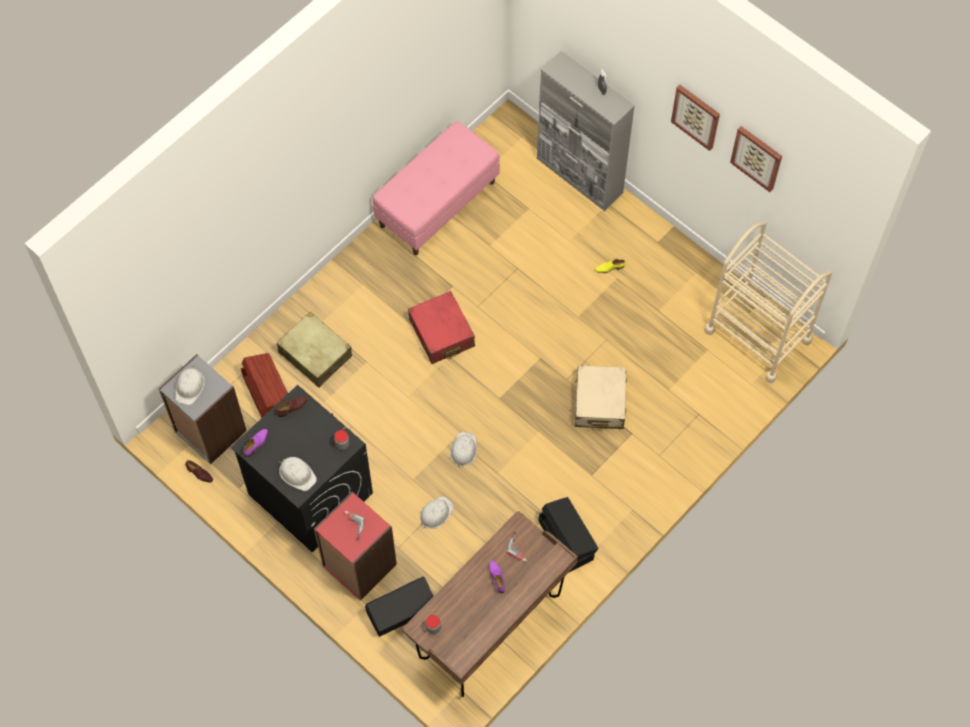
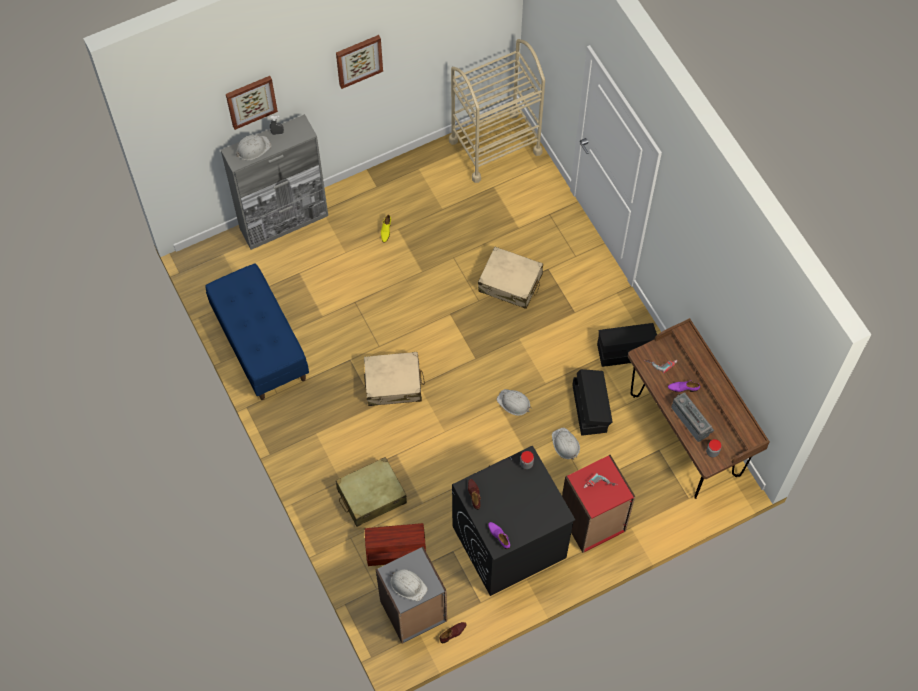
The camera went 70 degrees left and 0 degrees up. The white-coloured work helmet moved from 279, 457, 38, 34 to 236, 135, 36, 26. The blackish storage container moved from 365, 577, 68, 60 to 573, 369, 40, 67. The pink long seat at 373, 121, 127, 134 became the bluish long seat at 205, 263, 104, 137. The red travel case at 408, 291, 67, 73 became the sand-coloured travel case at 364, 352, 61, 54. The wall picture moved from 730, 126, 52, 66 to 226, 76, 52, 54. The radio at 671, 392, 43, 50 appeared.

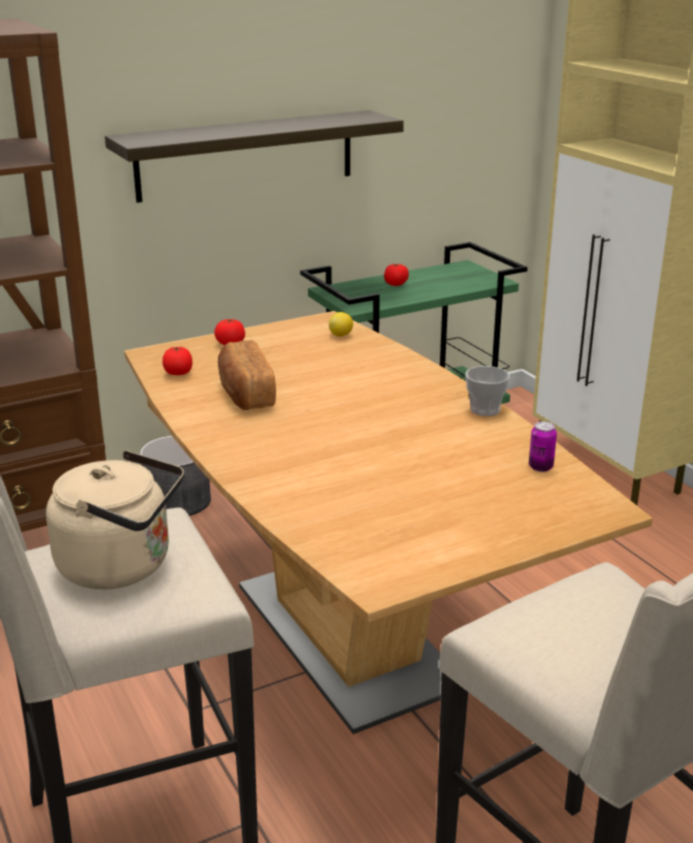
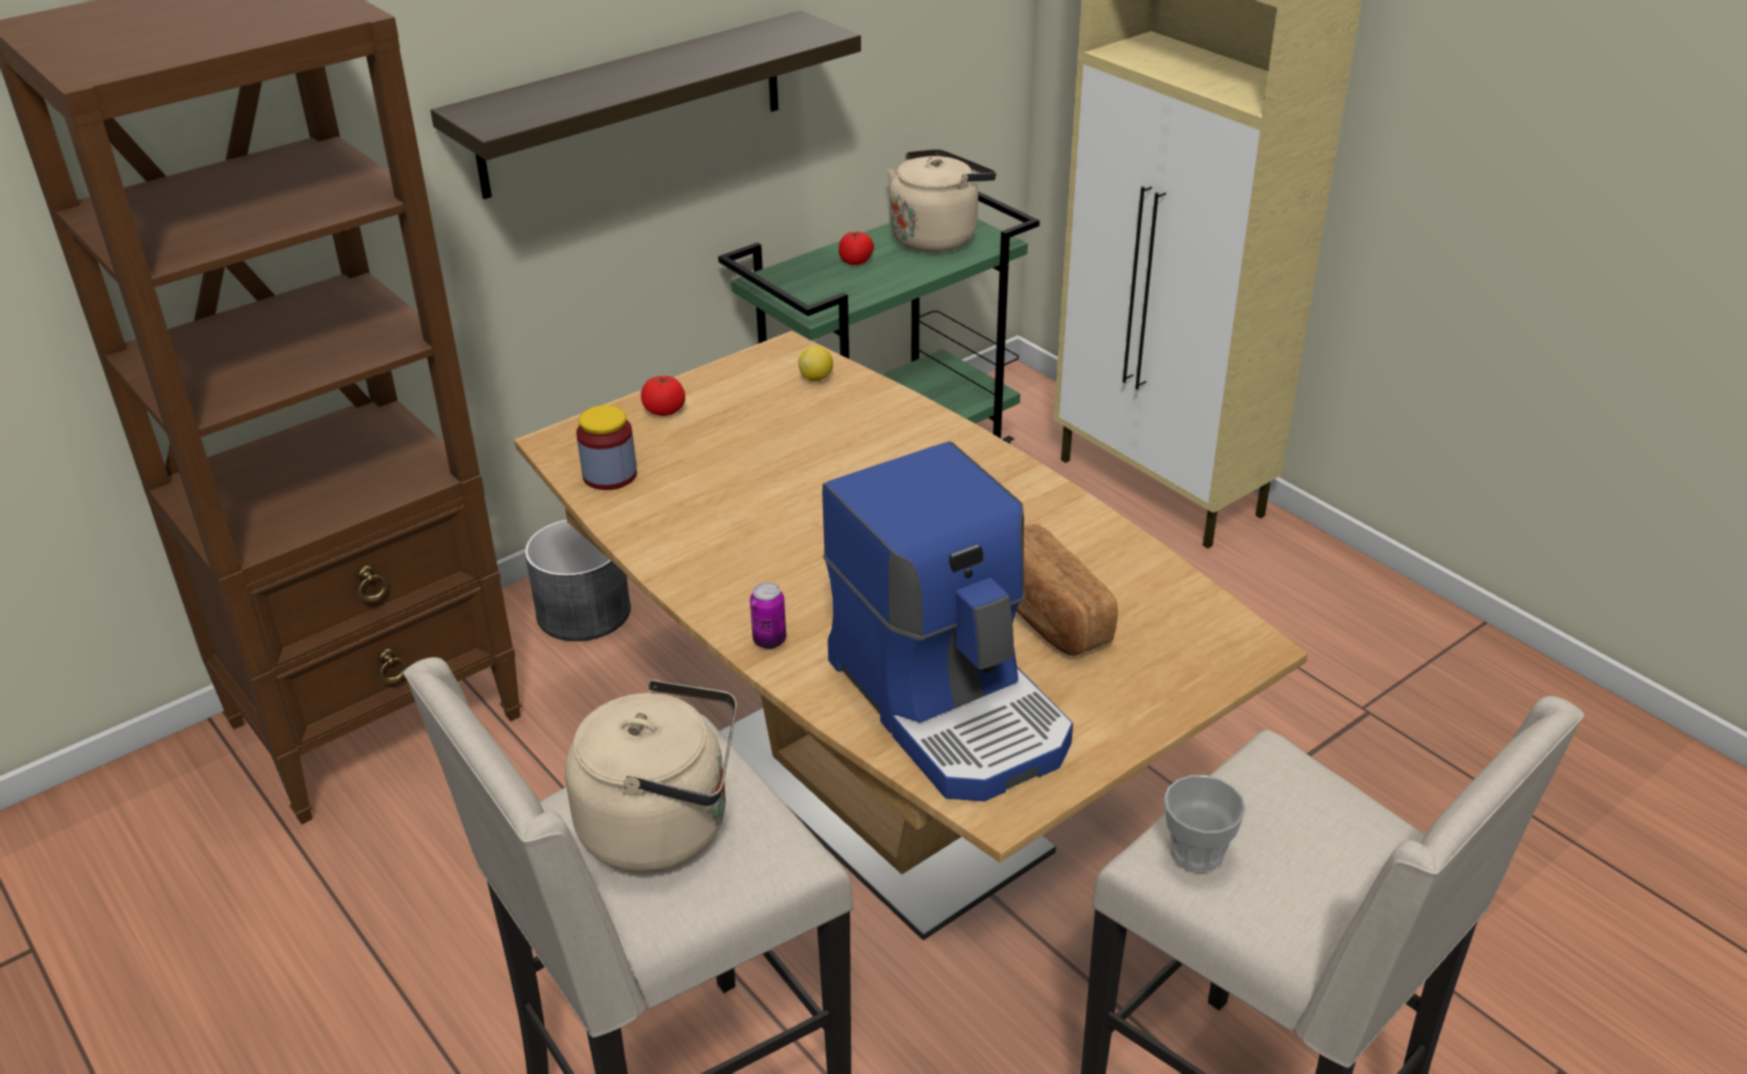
The camera went 10 degrees left and 10 degrees up. The fresh tomato at 162, 346, 30, 29 was replaced by the preserve jar at 576, 405, 61, 85. The baked bread moved from 218, 340, 58, 70 to 1016, 524, 102, 132. The cup moved from 465, 366, 45, 50 to 1164, 775, 82, 97. The metal can moved from 529, 421, 28, 51 to 750, 582, 36, 67. The coffee machine at 822, 442, 251, 360 appeared. The sand-coloured tea kettle at 887, 149, 109, 103 appeared.

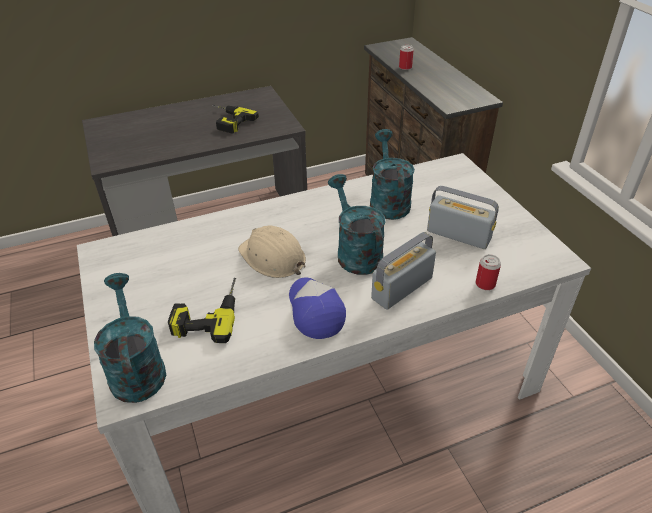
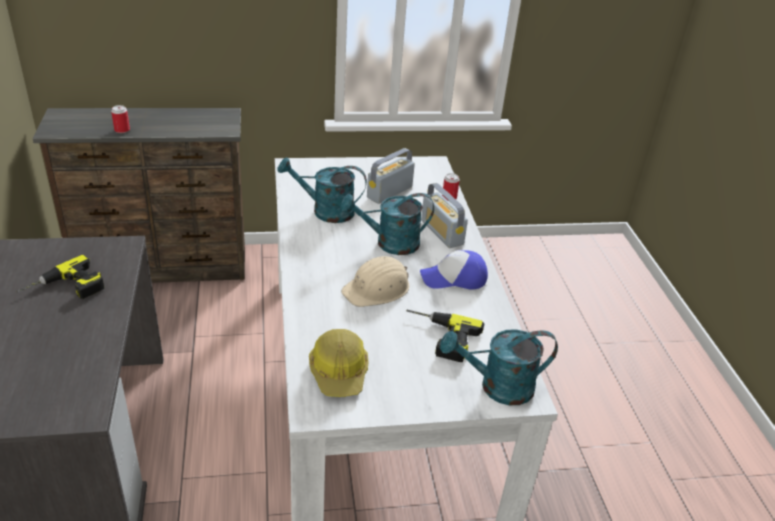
The camera went 80 degrees left and 5 degrees down. The work helmet at 309, 329, 59, 68 appeared.

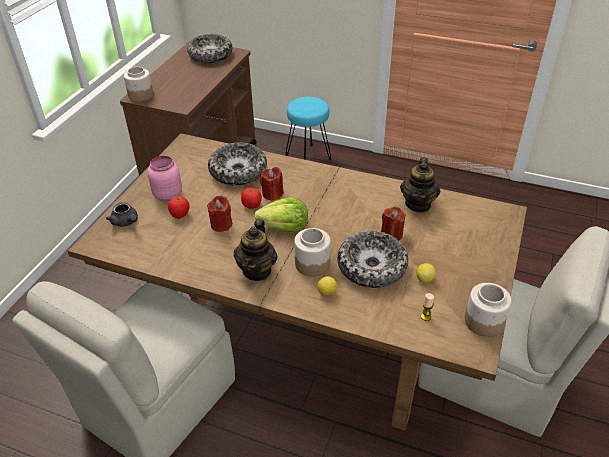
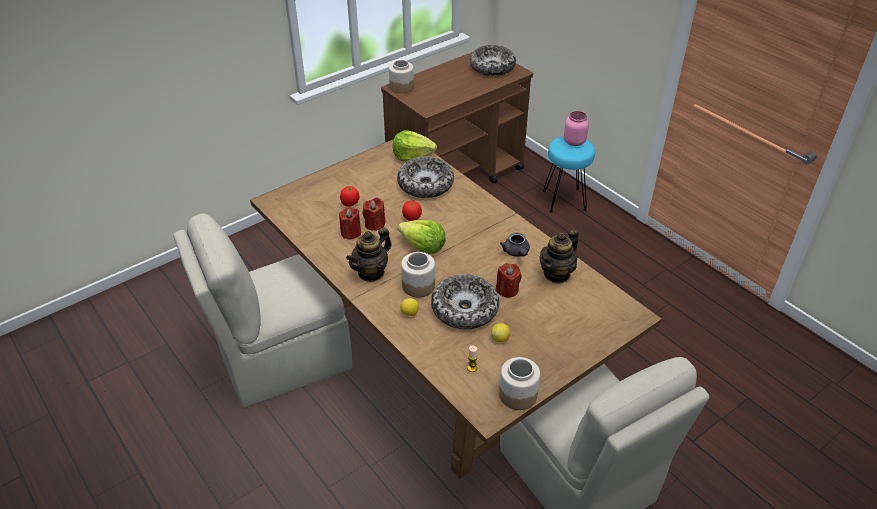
The camera went 30 degrees right and 0 degrees up. The grey pot for tea moved from 106, 202, 32, 25 to 500, 233, 30, 24. The pink preserve jar moved from 147, 156, 35, 45 to 564, 111, 25, 35. The red wax light moved from 260, 167, 24, 34 to 339, 207, 22, 32. The lettuce head at 393, 130, 44, 32 appeared.

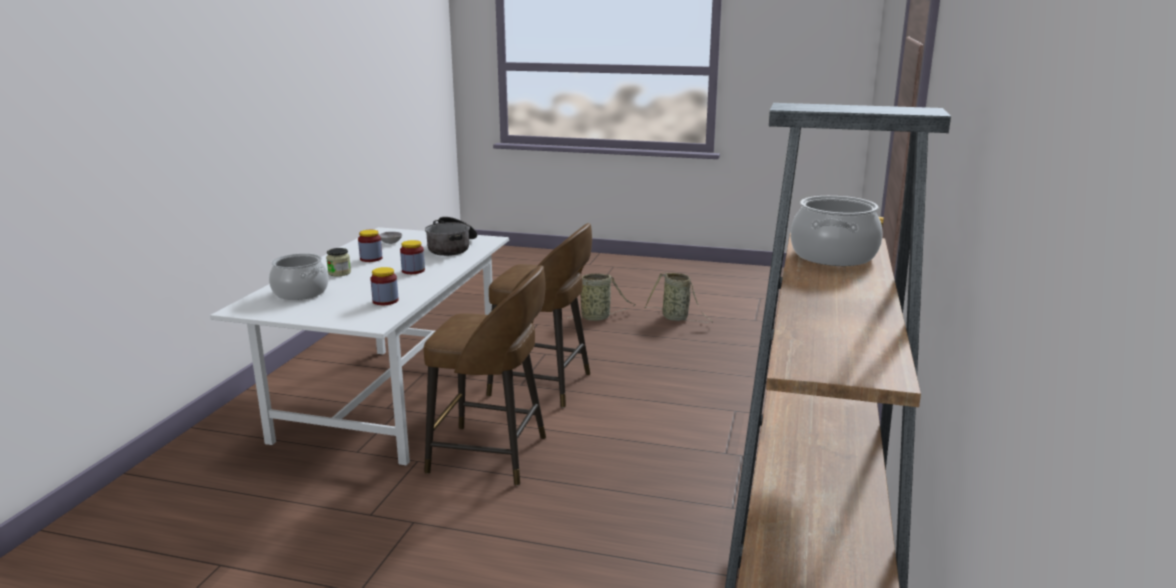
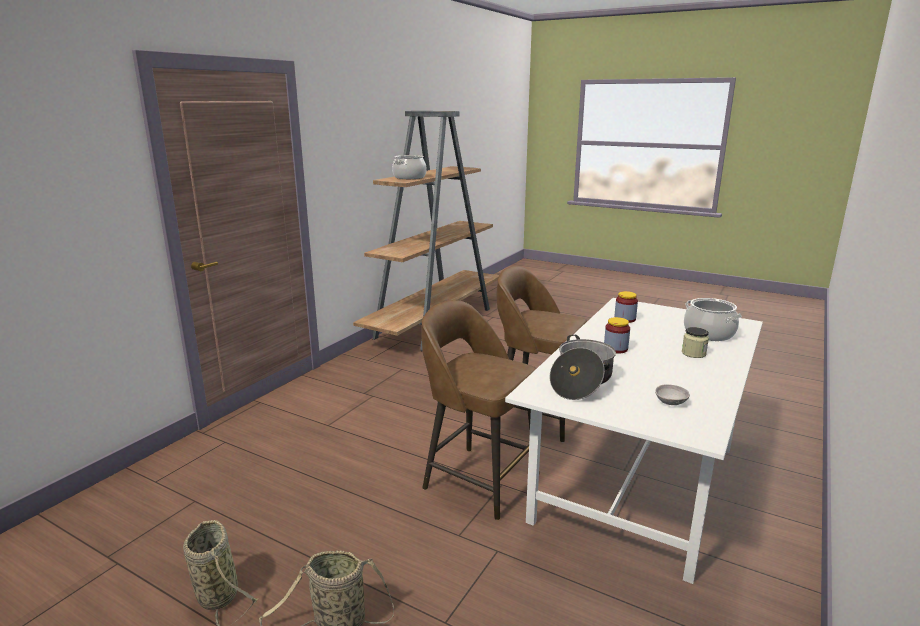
The camera went 165 degrees left and 0 degrees up. The preserve jar at 358, 230, 24, 32 disappeared.

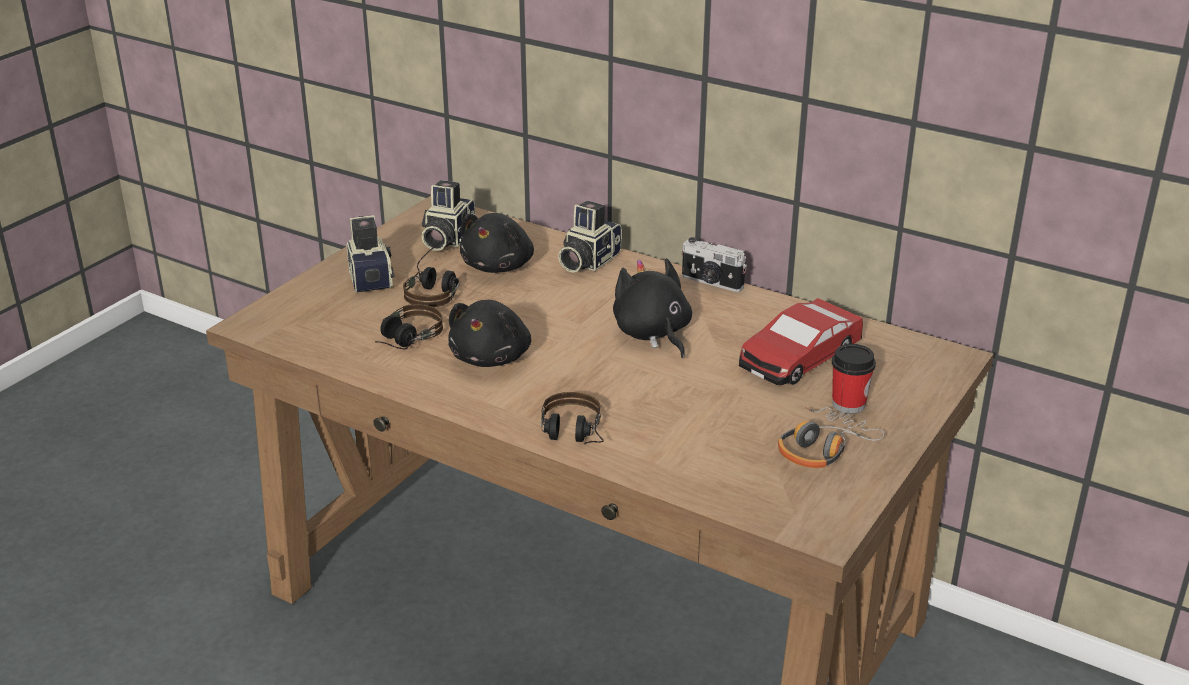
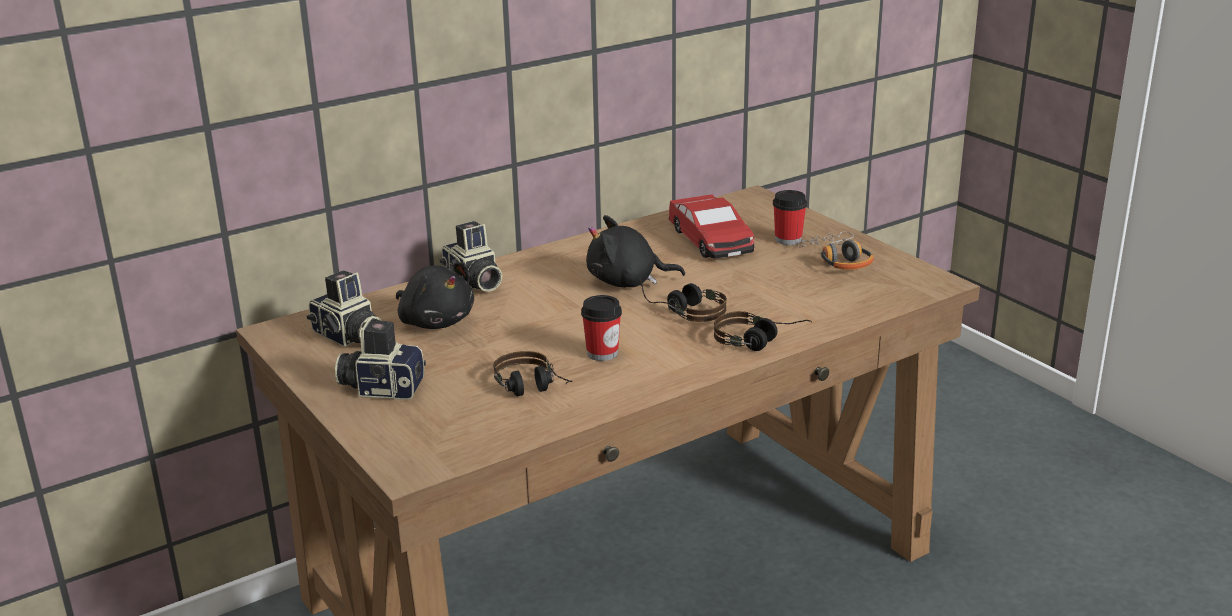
The camera went 65 degrees left and 5 degrees down. The headset moved from 403, 245, 57, 62 to 639, 278, 88, 44. The blackish cuddly toy at 448, 300, 83, 67 was replaced by the cup at 581, 295, 41, 66. The photo camera at 682, 237, 65, 55 disappeared.

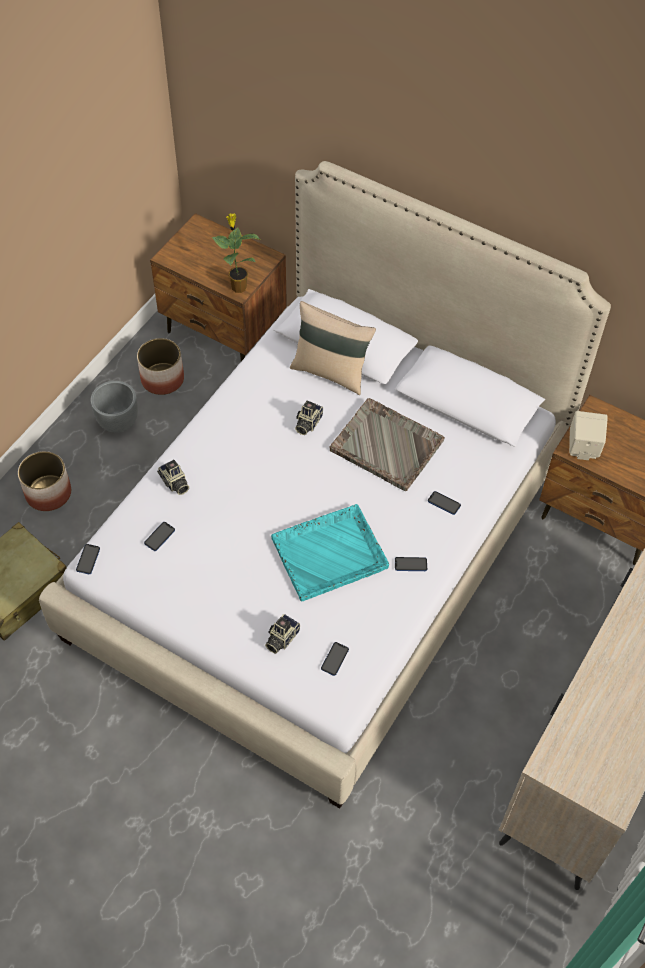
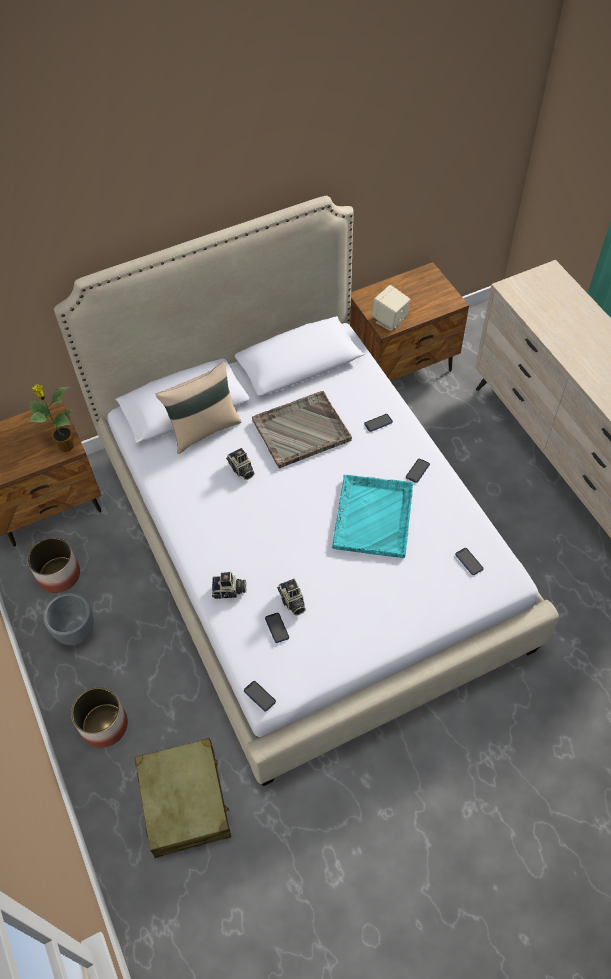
The camera went 55 degrees left and 0 degrees up. The photo camera moved from 265, 614, 35, 40 to 277, 578, 29, 37.

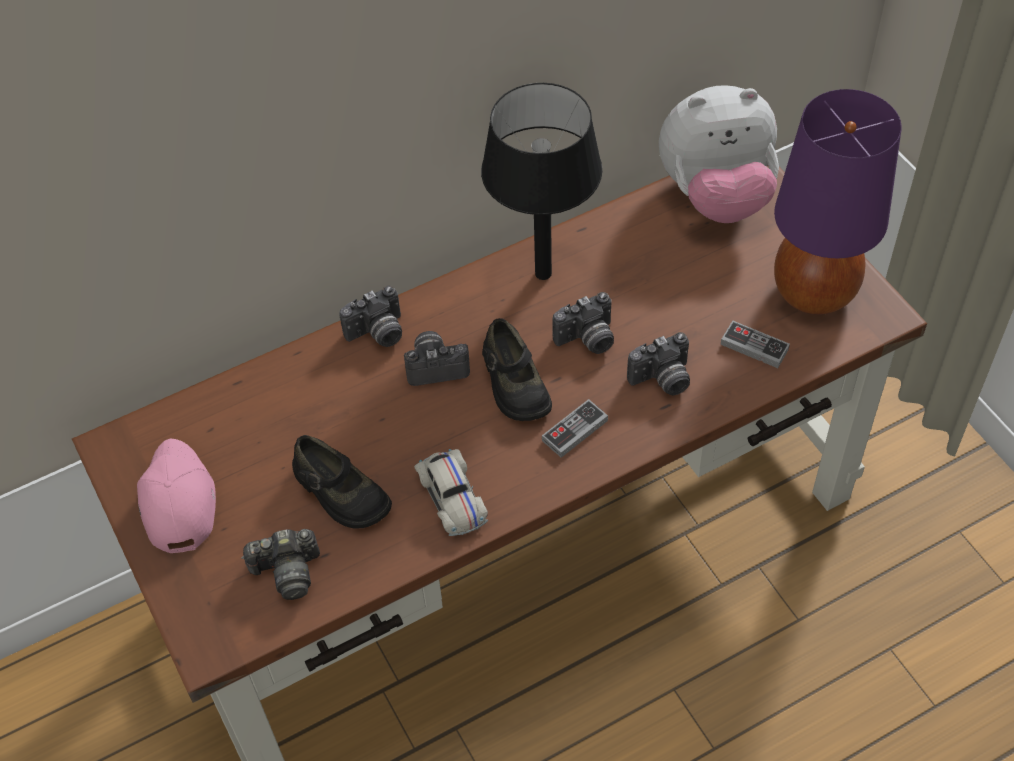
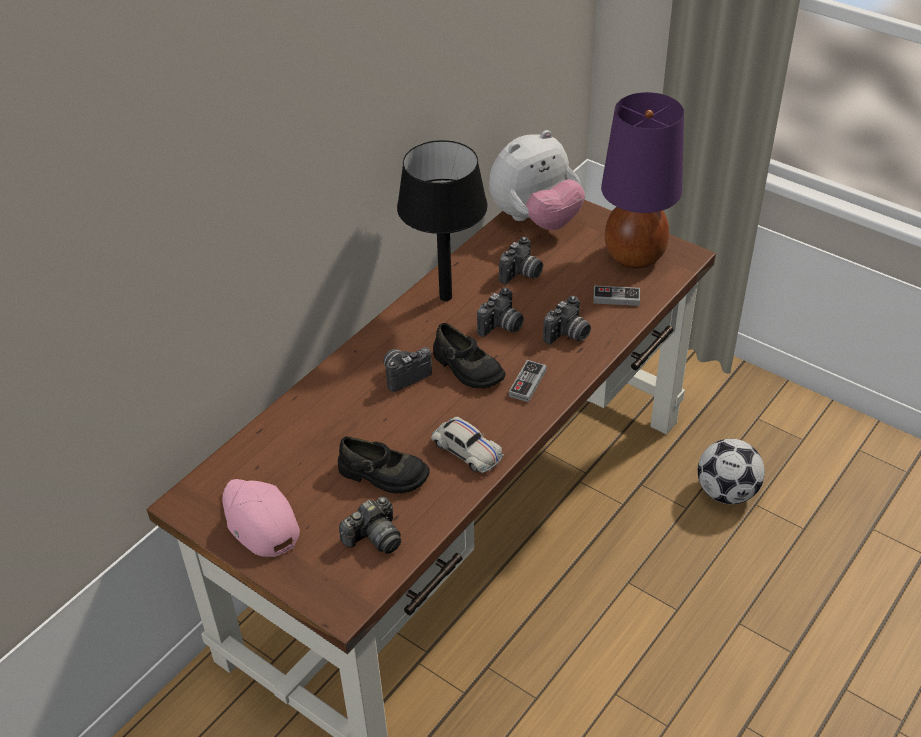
The camera went 25 degrees left and 10 degrees down. The photo camera moved from 339, 285, 63, 62 to 499, 237, 44, 47. The ball for football at 698, 439, 67, 65 appeared.

